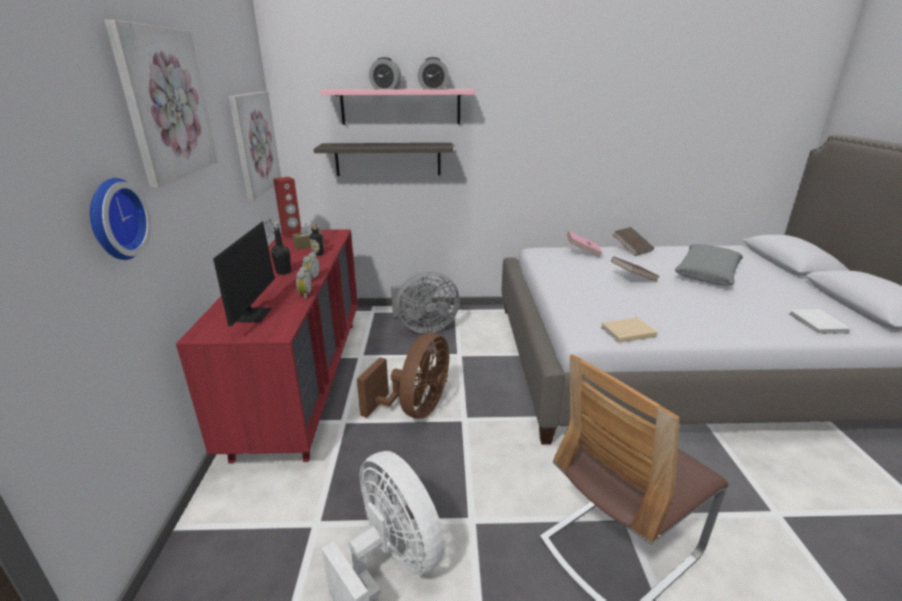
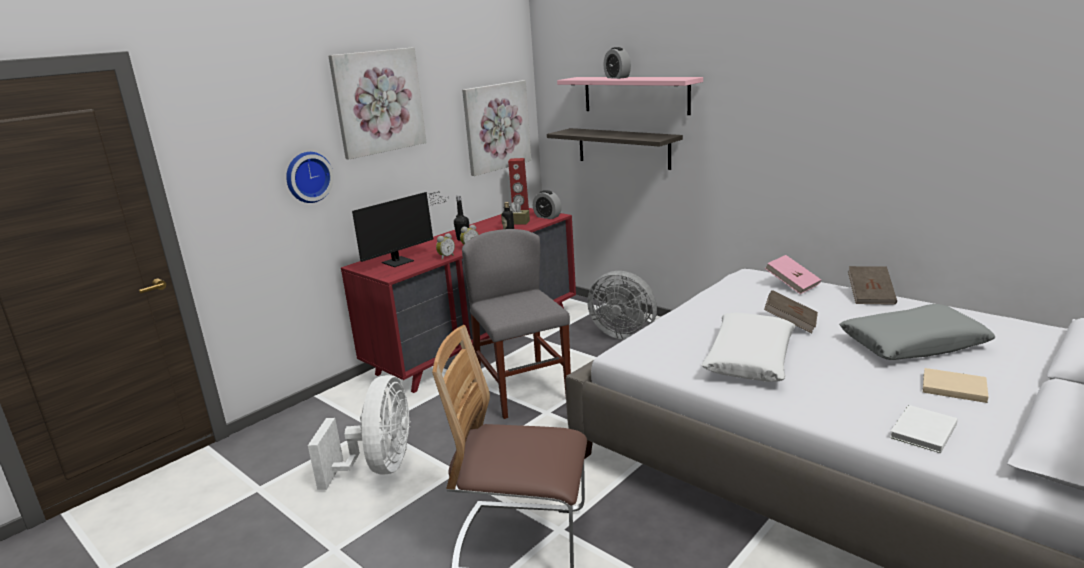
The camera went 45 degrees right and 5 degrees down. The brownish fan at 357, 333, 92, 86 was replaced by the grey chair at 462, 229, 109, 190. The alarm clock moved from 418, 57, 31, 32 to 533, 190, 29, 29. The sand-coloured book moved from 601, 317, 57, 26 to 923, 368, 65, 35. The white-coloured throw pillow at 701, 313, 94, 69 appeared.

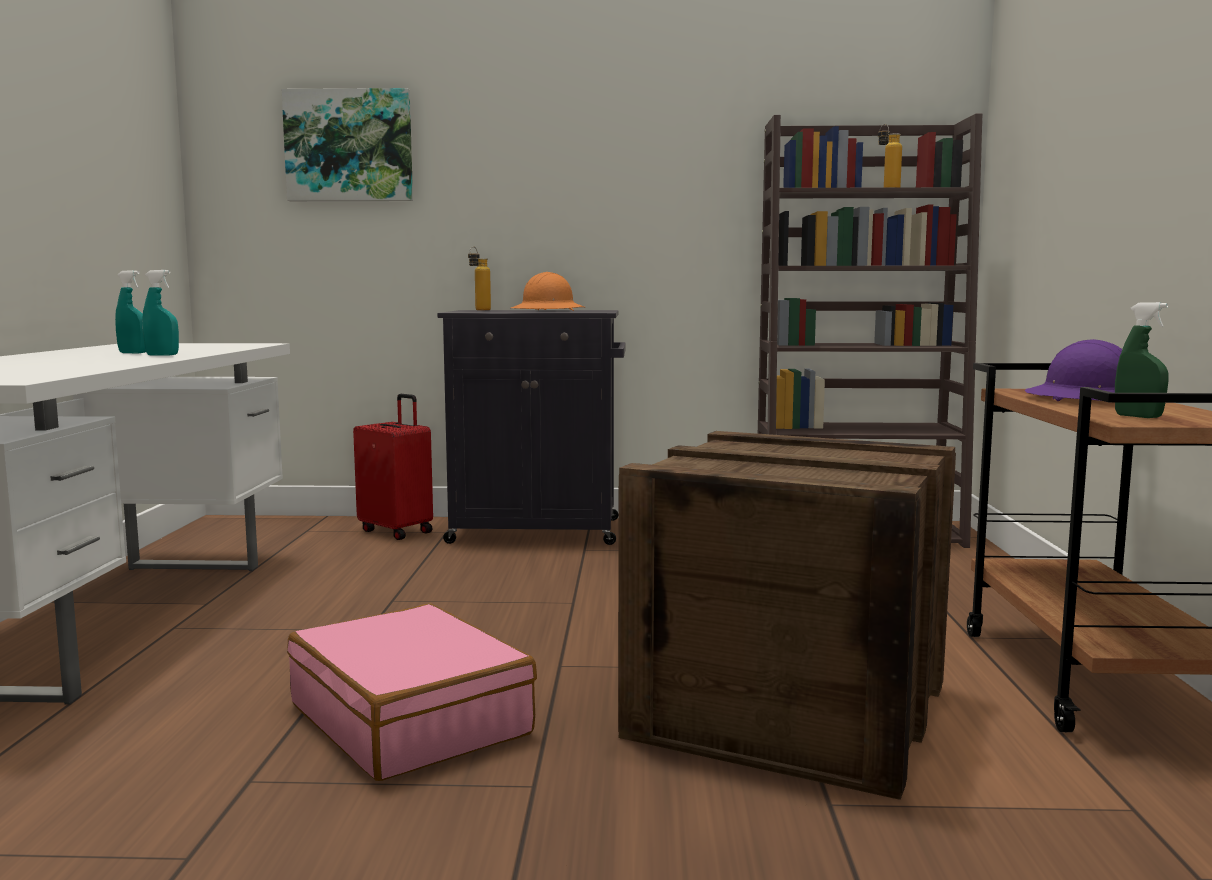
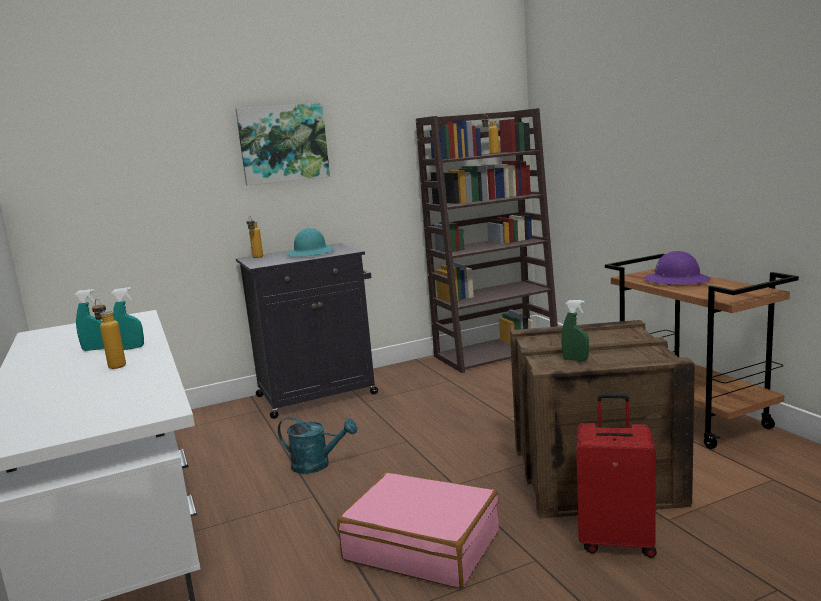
The camera went 25 degrees left and 5 degrees up. The wall picture moved from 282, 88, 131, 113 to 235, 103, 95, 82. The red travel case moved from 353, 394, 80, 146 to 576, 393, 81, 165. The orange-coloured work helmet at 511, 272, 73, 39 became the turquoise work helmet at 286, 228, 49, 29. The green-coloured sprayer moved from 1115, 302, 54, 116 to 561, 300, 28, 61. The beverage bottle at 92, 299, 34, 70 appeared. The turquoise sprinkling can at 278, 417, 79, 57 appeared.

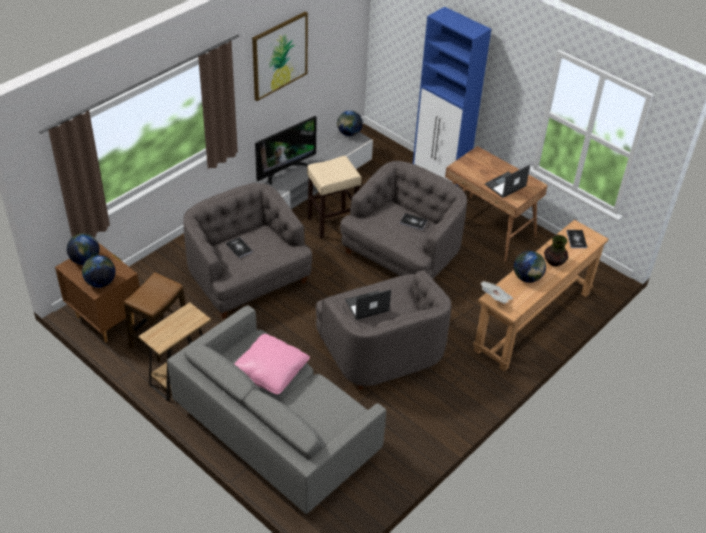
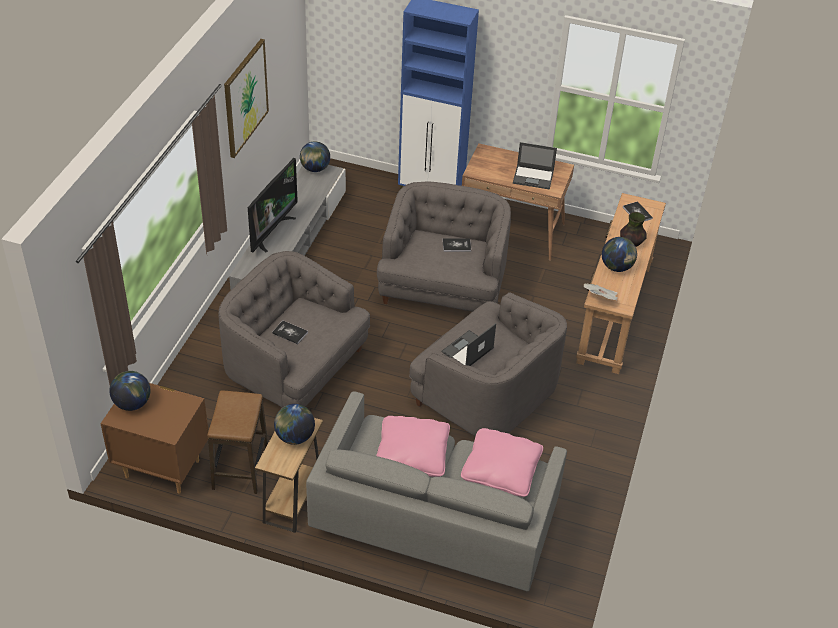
The camera went 25 degrees left and 0 degrees up. The world globe moved from 82, 255, 33, 33 to 274, 404, 41, 41. The sand-coloured stool at 307, 156, 54, 83 disappeared. The laptop at 485, 165, 45, 33 turned 105 degrees counterclockwise. The pink throw pillow at 461, 428, 82, 69 appeared.

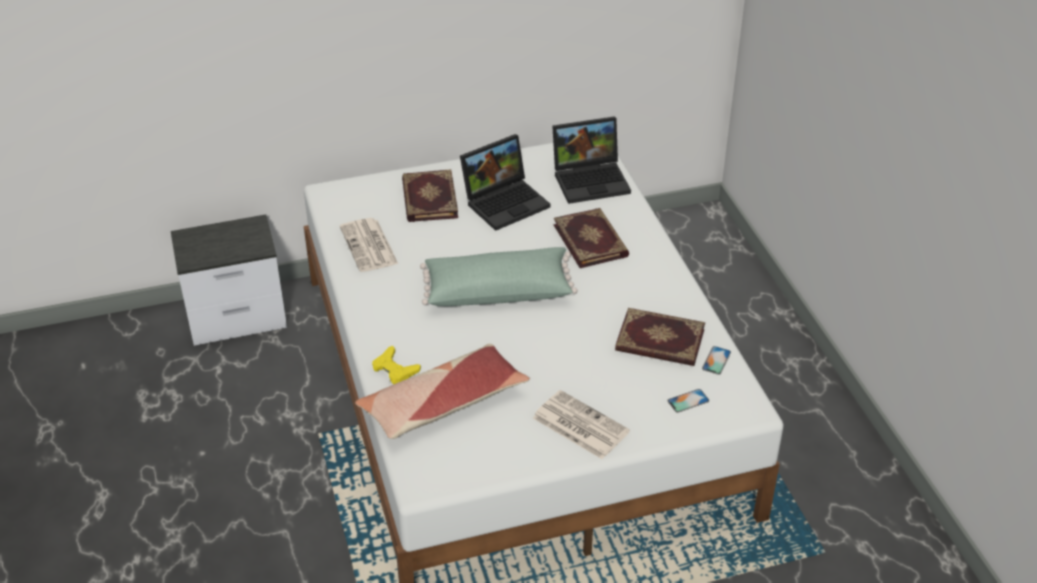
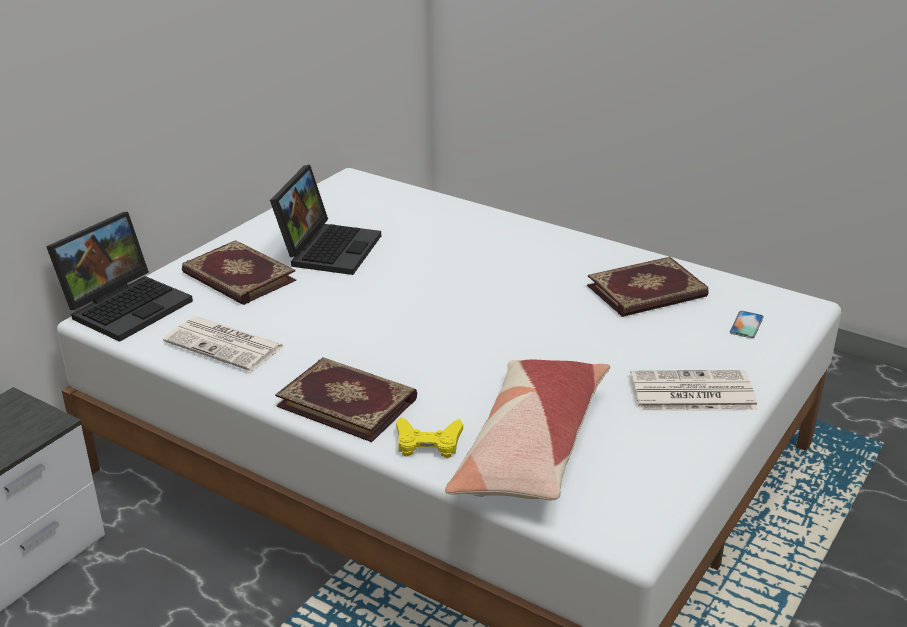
The camera went 40 degrees left and 10 degrees down. The green-coloured throw pillow at 420, 247, 158, 59 disappeared. The laptop moved from 552, 116, 79, 88 to 46, 212, 147, 130. The book moved from 554, 208, 75, 60 to 275, 357, 142, 85. The handset at 702, 346, 29, 29 disappeared.

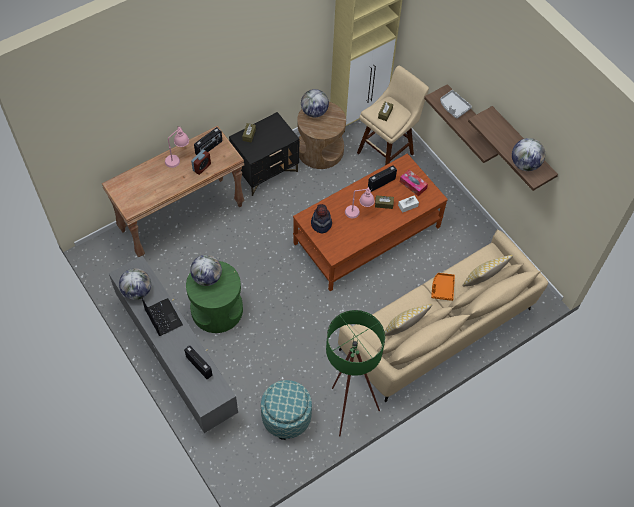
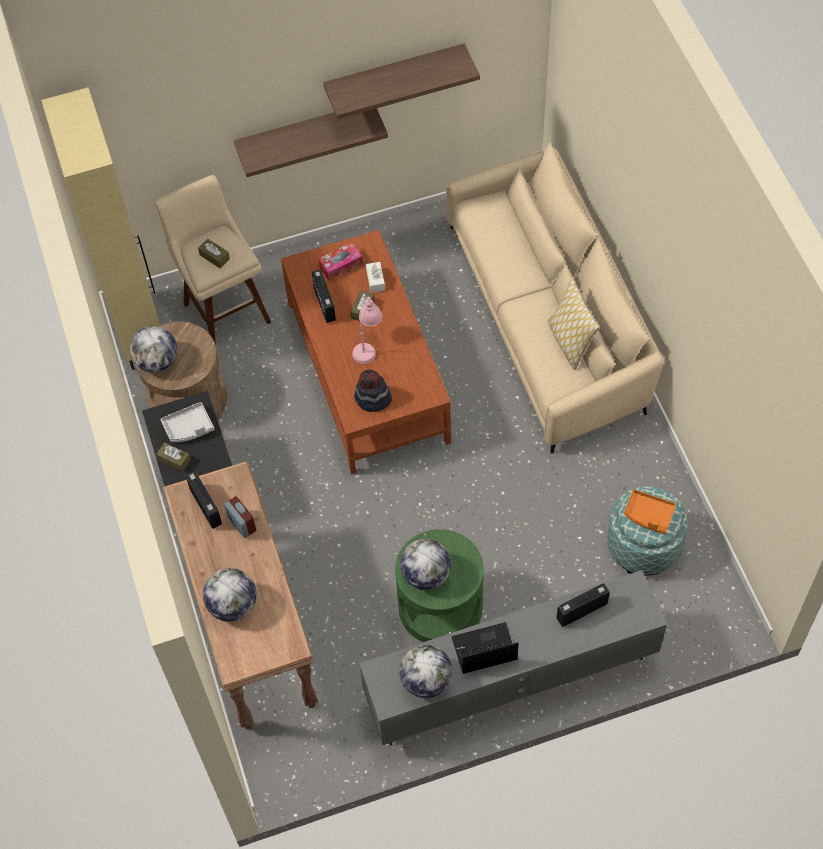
The camera went 70 degrees left and 0 degrees up. The pink table lamp at 165, 126, 24, 42 disappeared. The green-coloured standard lamp at 326, 310, 59, 126 disappeared. The orange-coloured tray moved from 431, 273, 24, 28 to 624, 489, 52, 45. The grey tray moved from 440, 90, 32, 29 to 160, 402, 55, 40. The throw pillow at 462, 255, 51, 31 disappeared. The world globe moved from 512, 138, 33, 33 to 203, 568, 54, 54.

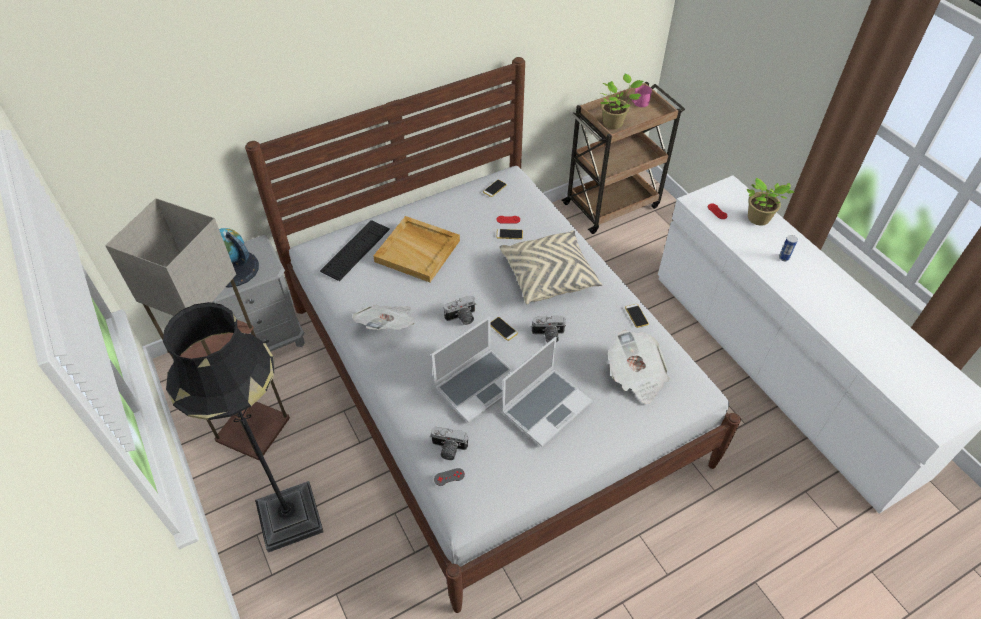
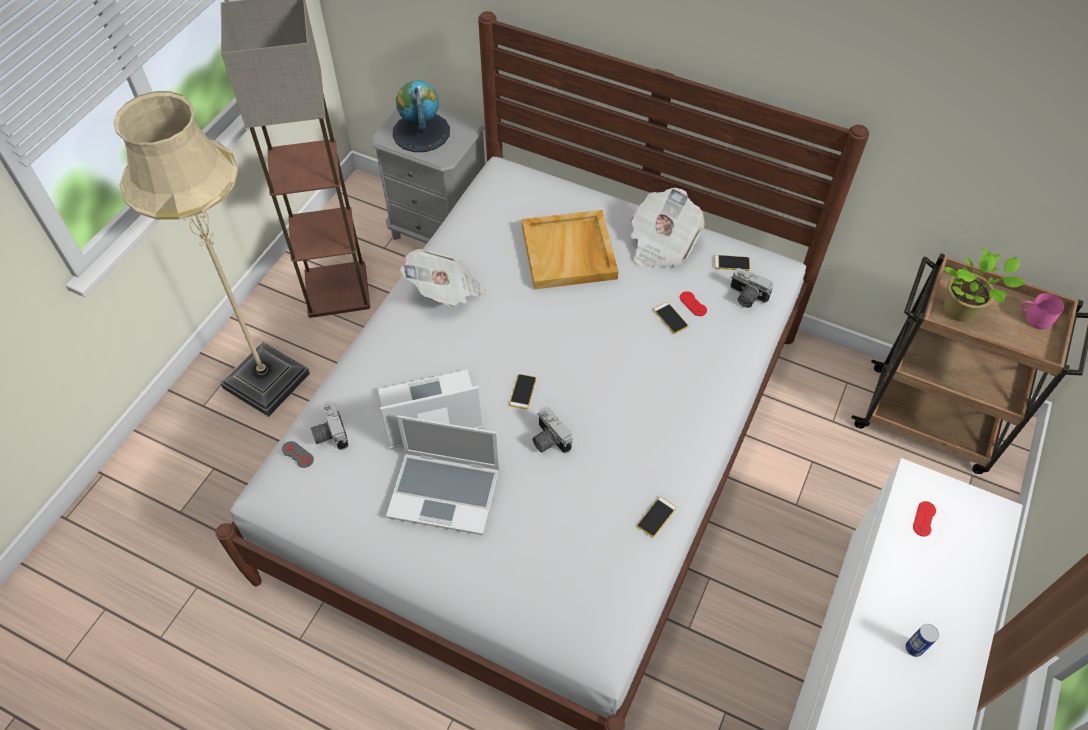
The camera went 55 degrees right and 5 degrees up. The blackish standard lamp at 163, 302, 161, 251 became the sand-coloured standard lamp at 114, 91, 196, 326. The computer keyboard at 320, 220, 70, 61 disappeared. The laptop at 431, 316, 82, 107 turned 150 degrees clockwise. The photo camera moved from 444, 295, 32, 30 to 730, 268, 43, 40. The sand-coloured throw pillow at 500, 230, 103, 74 disappeared. The printed paper moved from 608, 330, 62, 74 to 631, 188, 74, 79. The houseplant at 747, 178, 47, 48 disappeared.

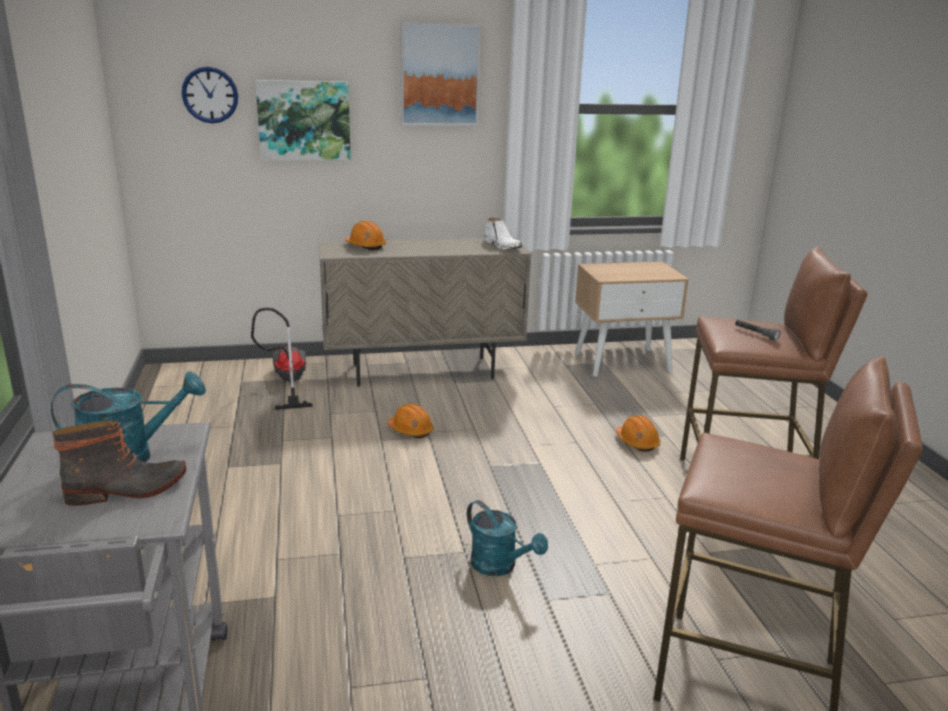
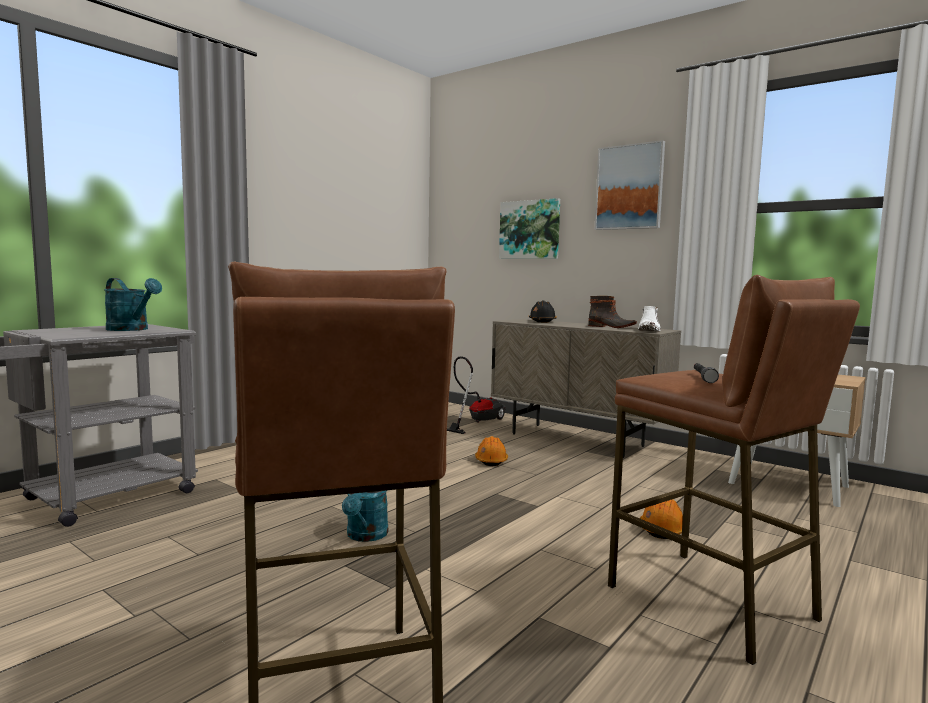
The camera went 50 degrees right and 15 degrees down. The tall boot moved from 52, 421, 134, 85 to 588, 296, 49, 32. The clock on the wall at 182, 67, 56, 56 disappeared. The orange-coloured work helmet at 345, 221, 41, 29 became the blackish work helmet at 529, 300, 28, 23.

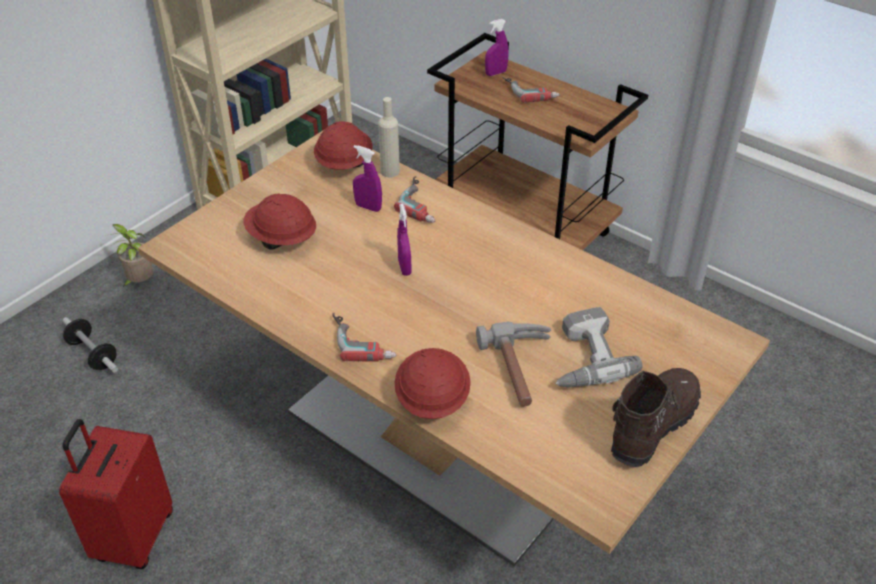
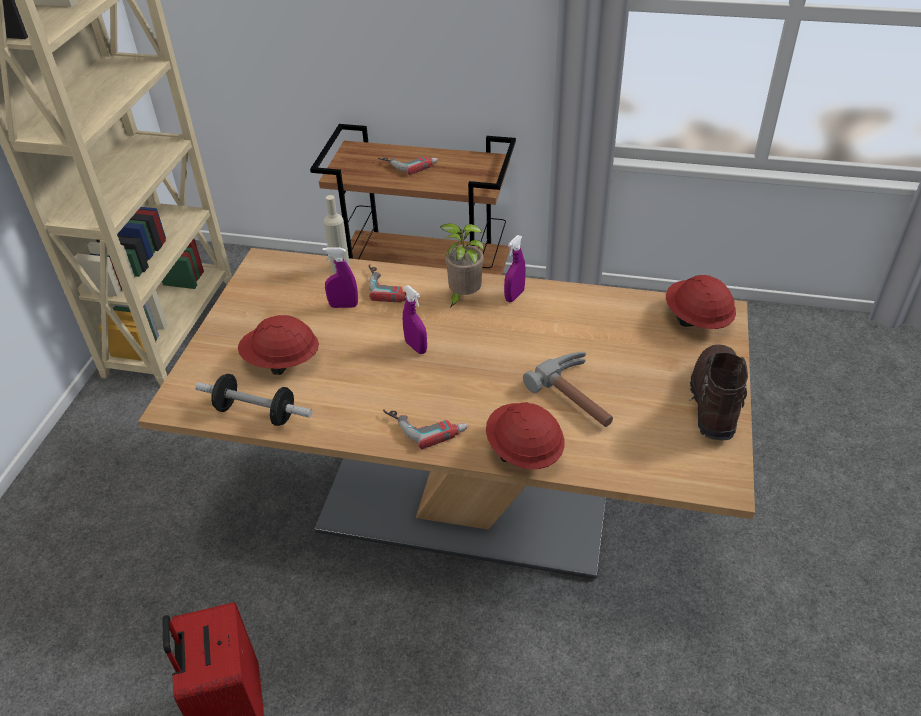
The camera went 25 degrees left and 0 degrees up. The hand weight moved from 63, 317, 55, 56 to 195, 374, 117, 52. The houseplant moved from 104, 224, 49, 64 to 440, 223, 44, 85. The red work helmet moved from 314, 121, 58, 49 to 666, 275, 70, 54. The purple sprayer moved from 485, 19, 23, 57 to 504, 235, 22, 67. The power drill at 556, 307, 86, 80 disappeared.

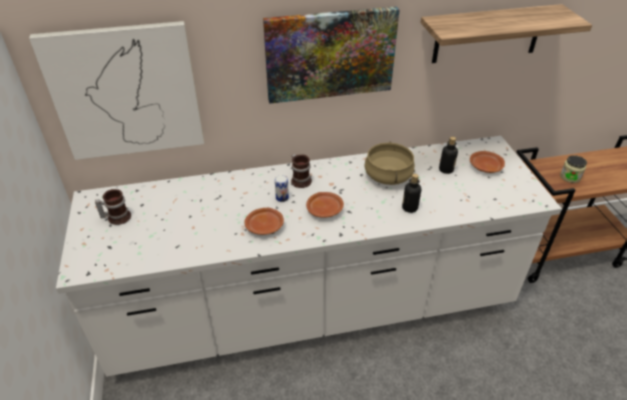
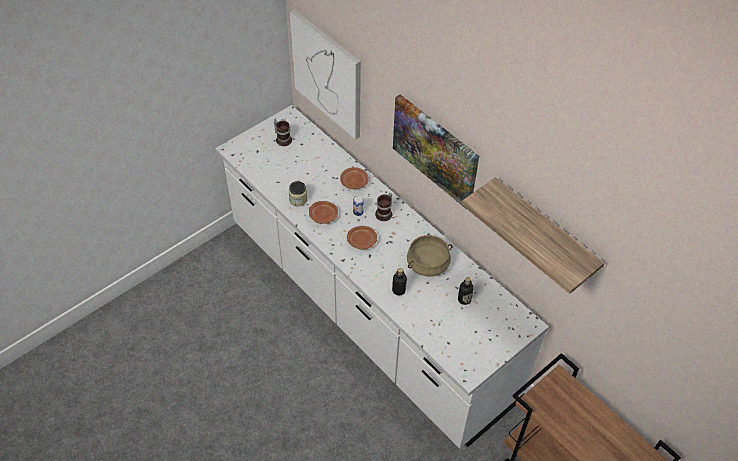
The camera went 60 degrees right and 10 degrees up. The brownish flat dish moved from 470, 151, 35, 22 to 340, 167, 29, 22. The preserve jar moved from 560, 155, 27, 28 to 289, 181, 19, 26.

